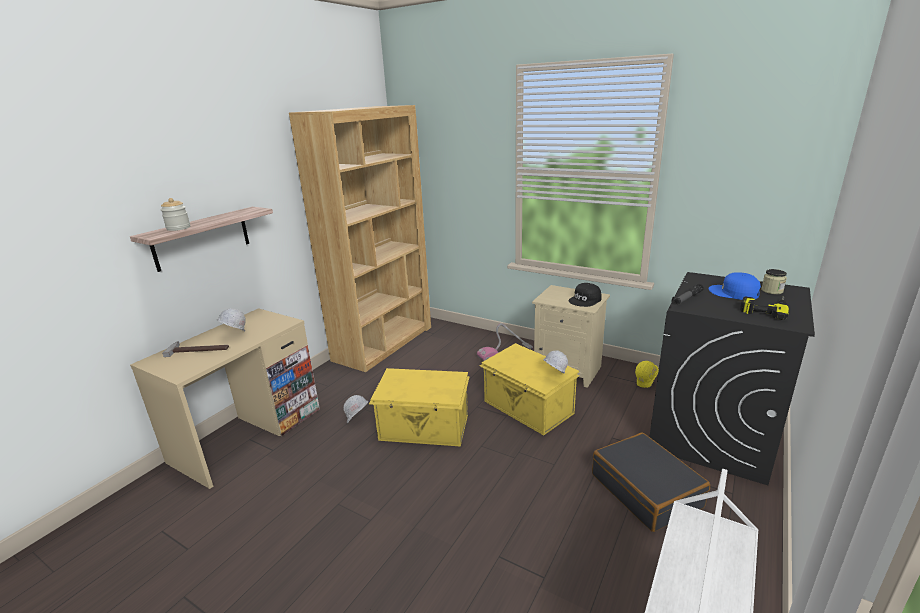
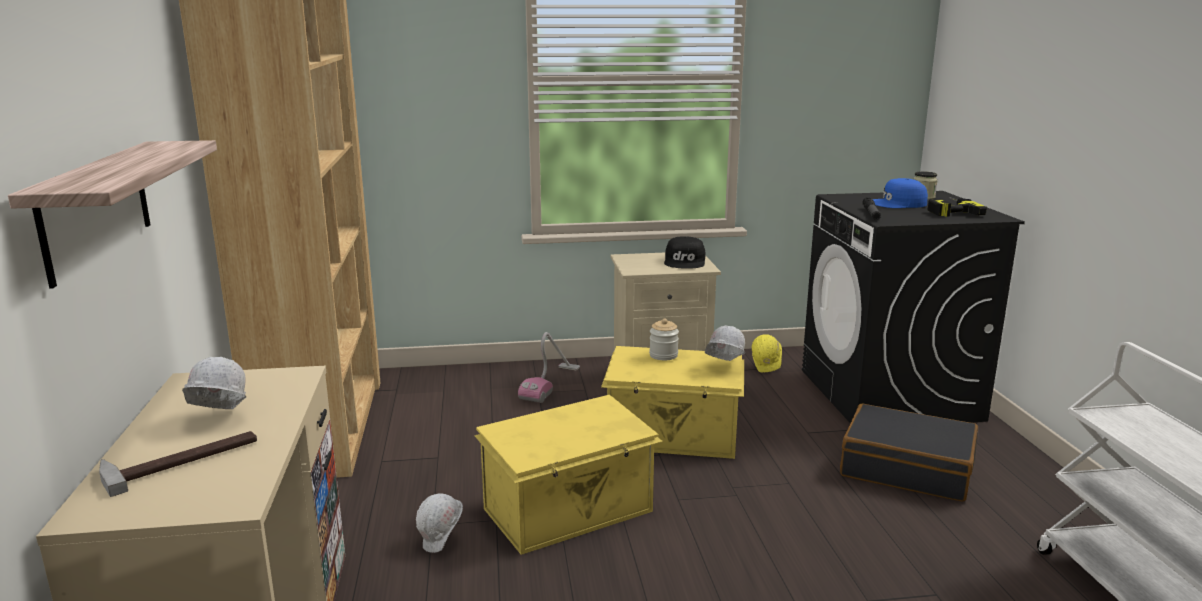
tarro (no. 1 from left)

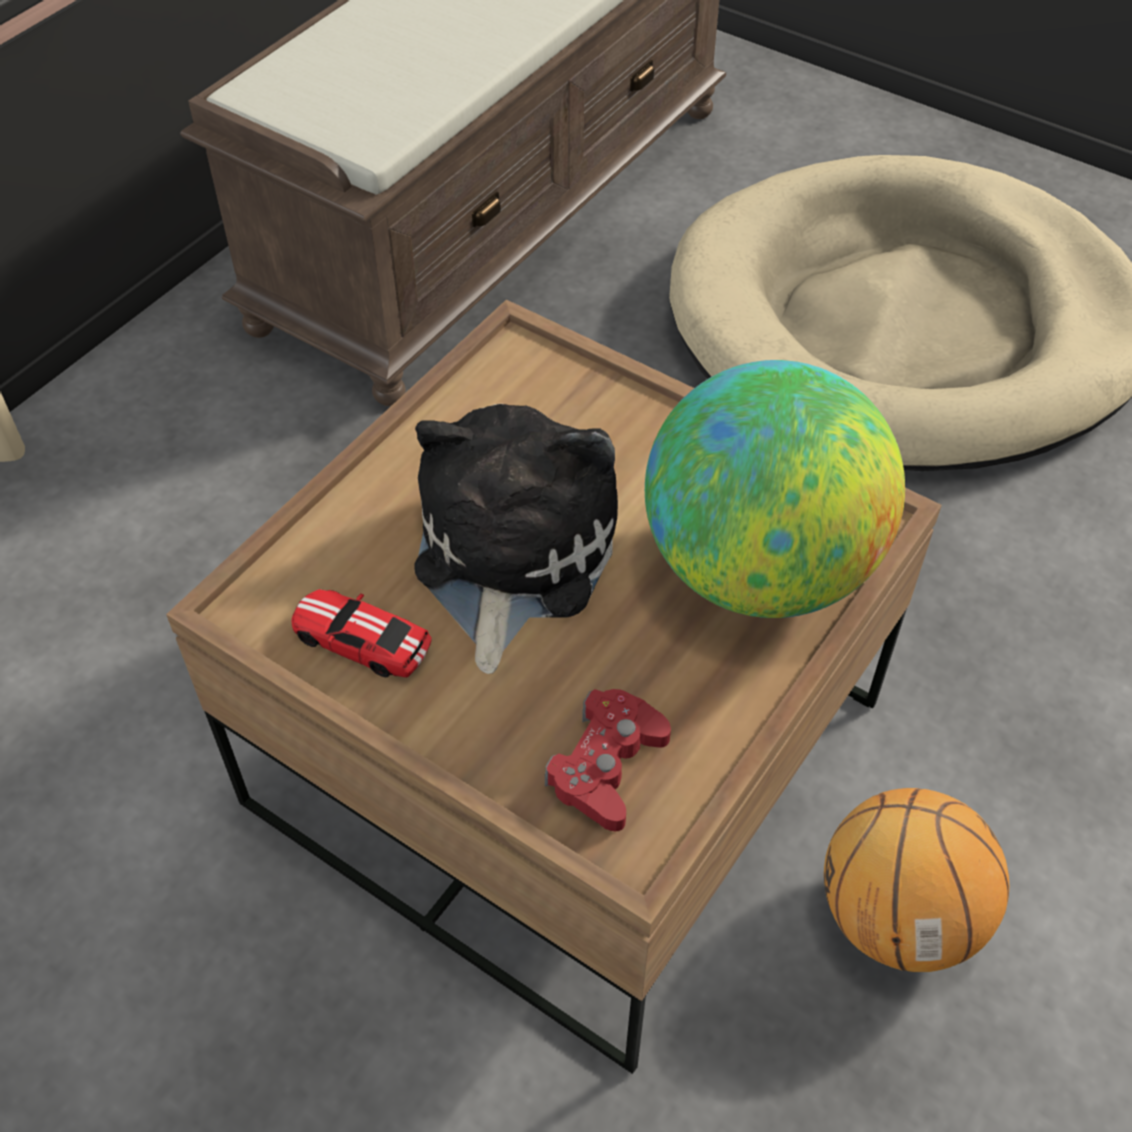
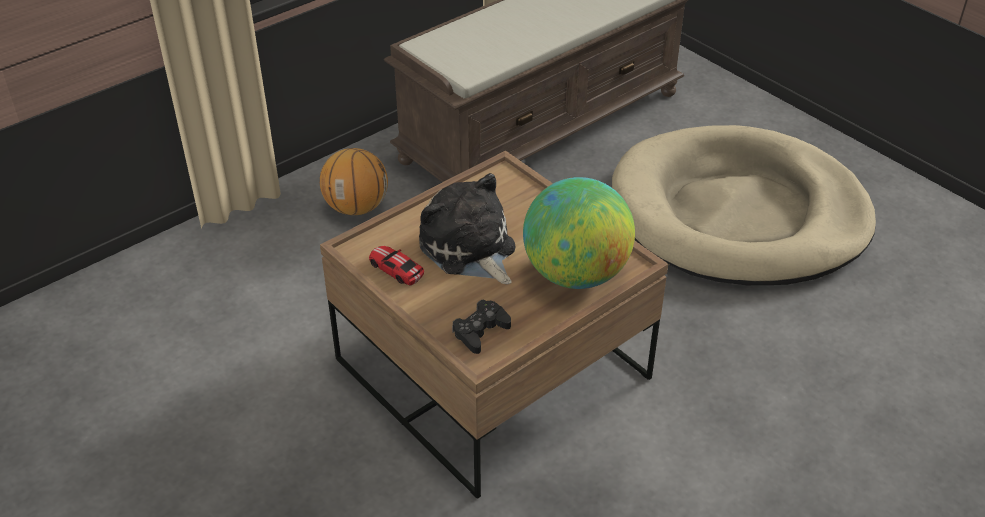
balón de baloncesto
peluche
mando de consola (negro)

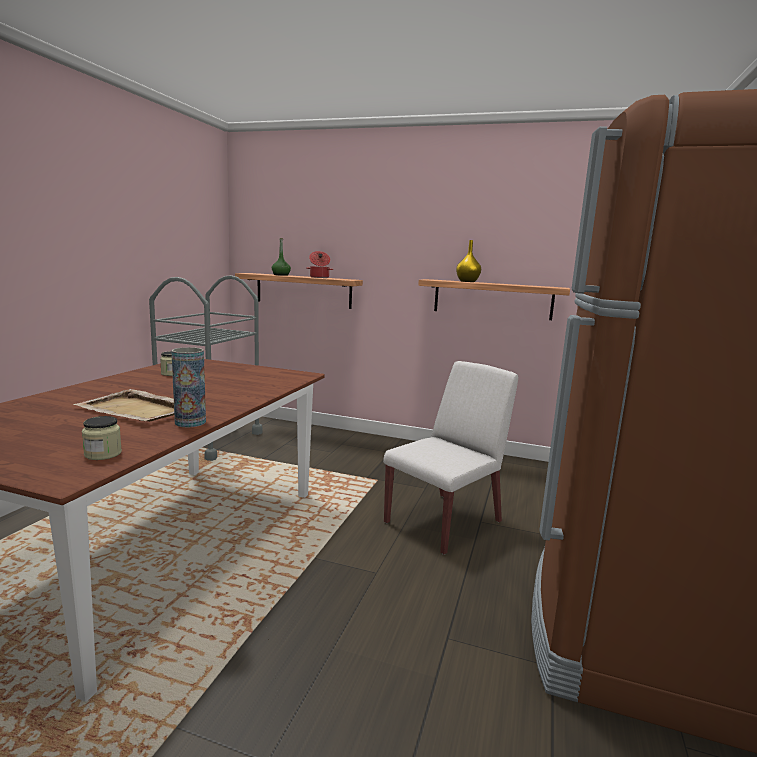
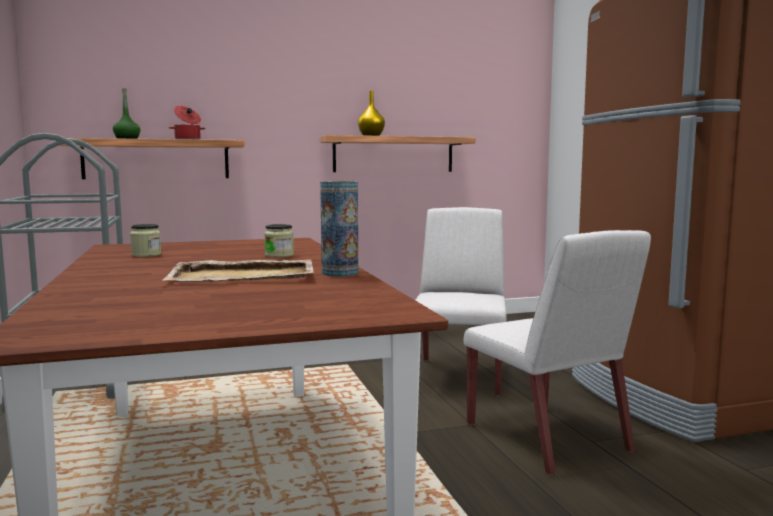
tarro (no. 2 from left)
silla (blanco) (no. 2 from left)

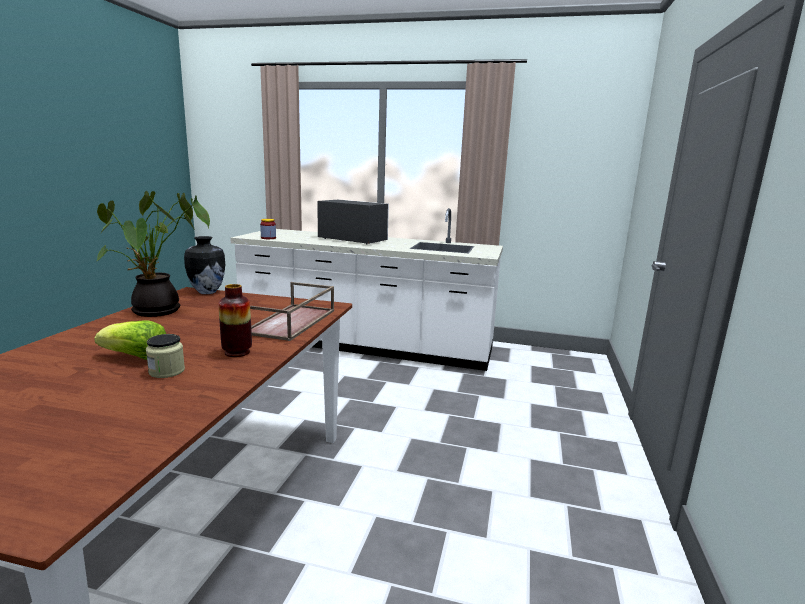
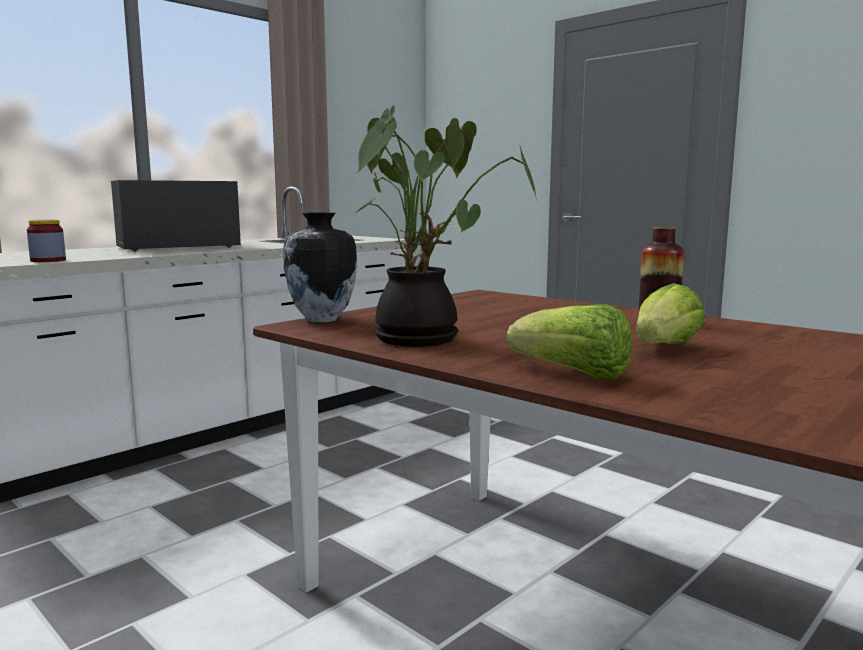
lechuga (no. 1 from left)
tarro (no. 1 from left in the first image)
bandeja (marrón)

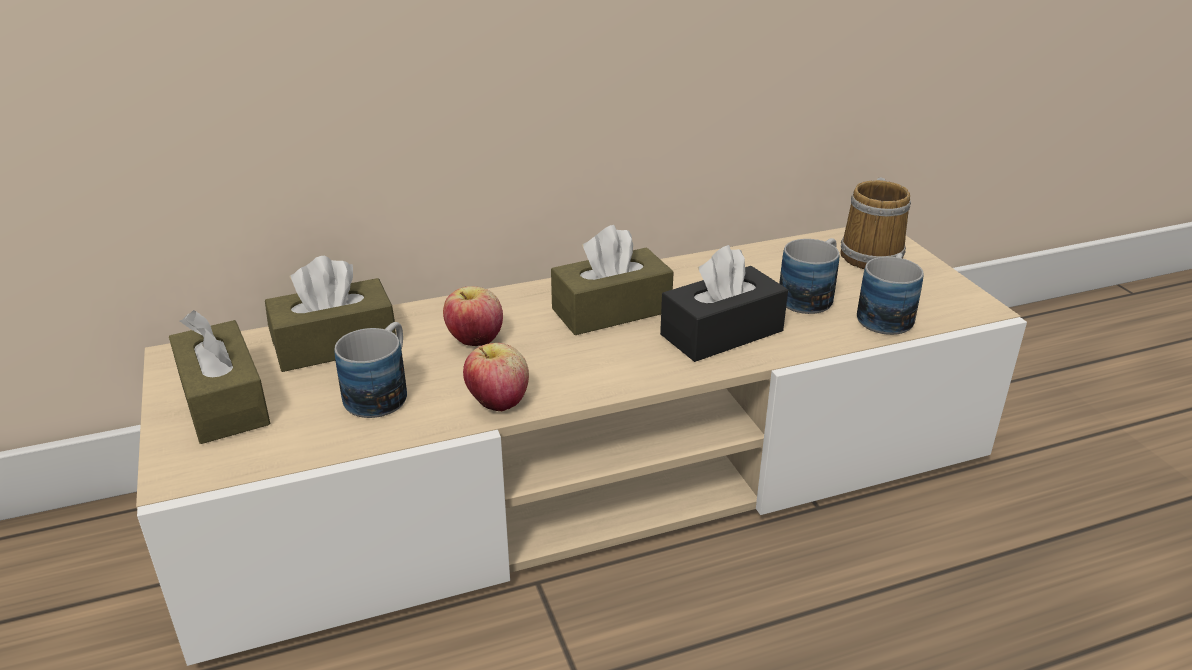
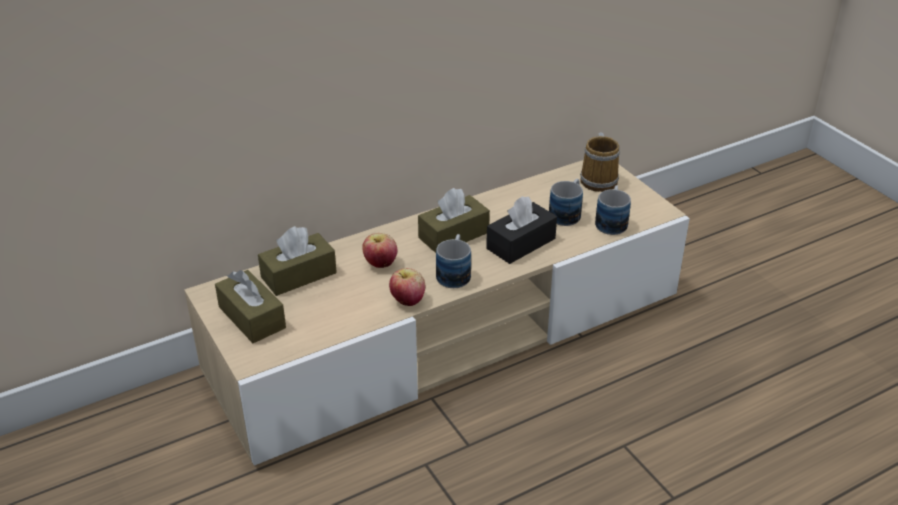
taza grande (no. 1 from left)

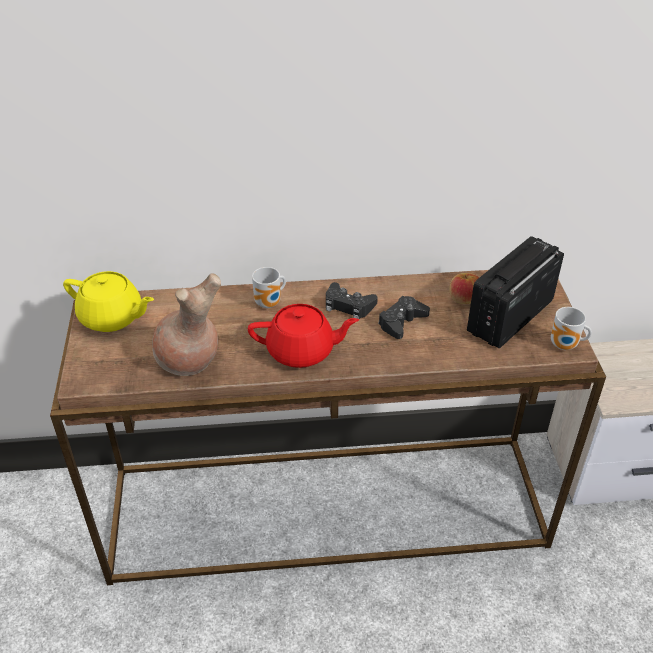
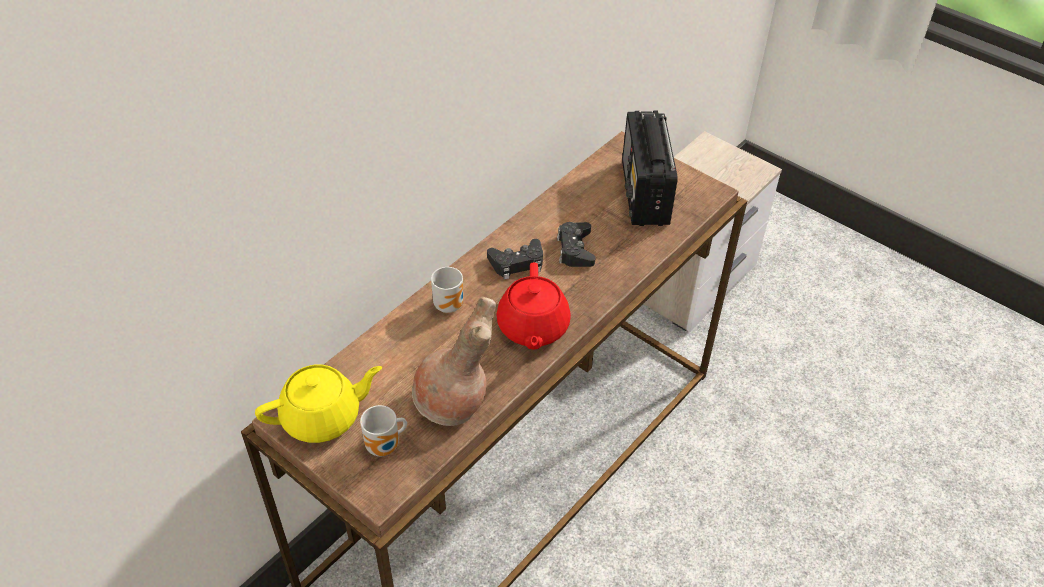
taza grande (no. 1 from left)
tetera (rojo)
manzana

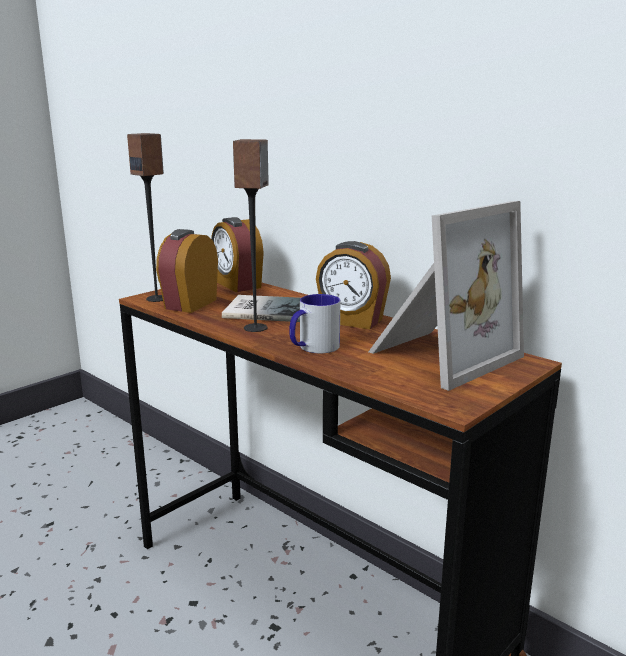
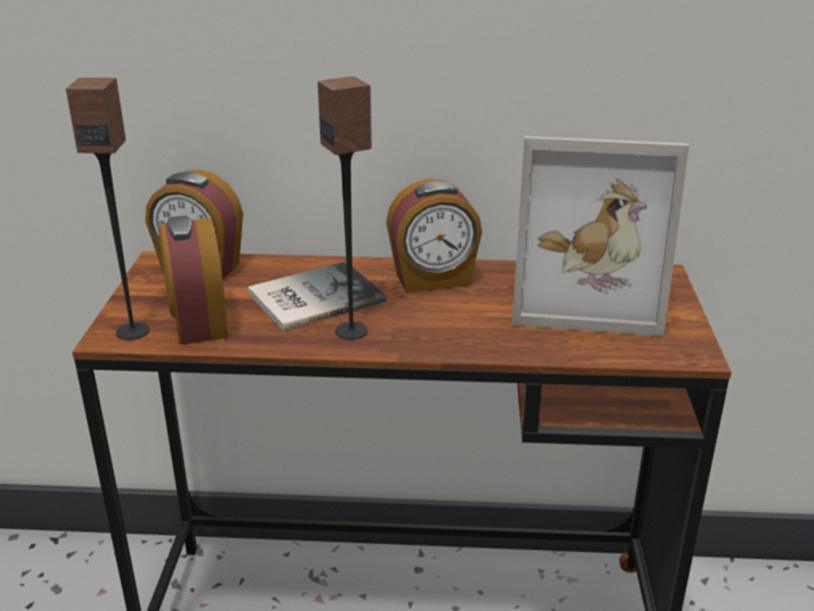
portarretratos
taza grande

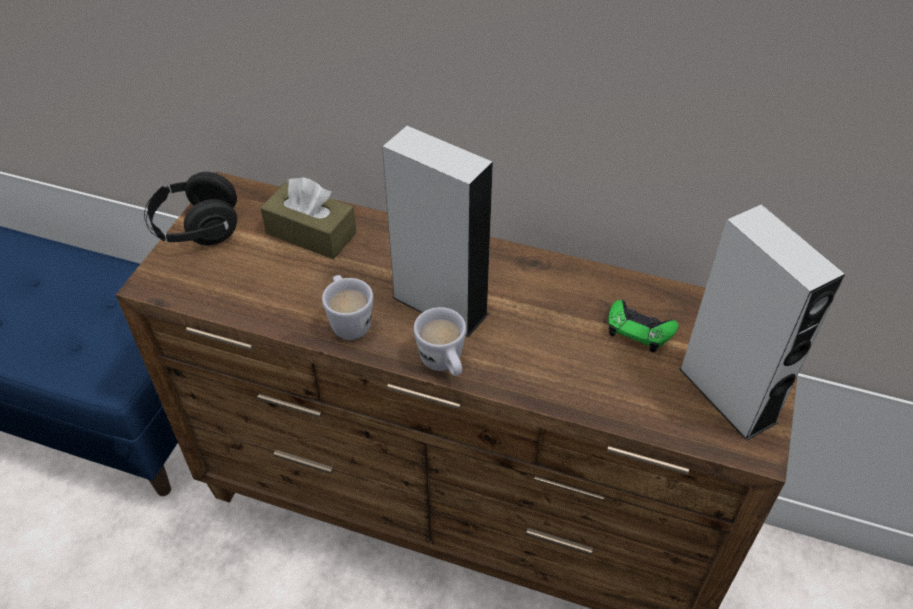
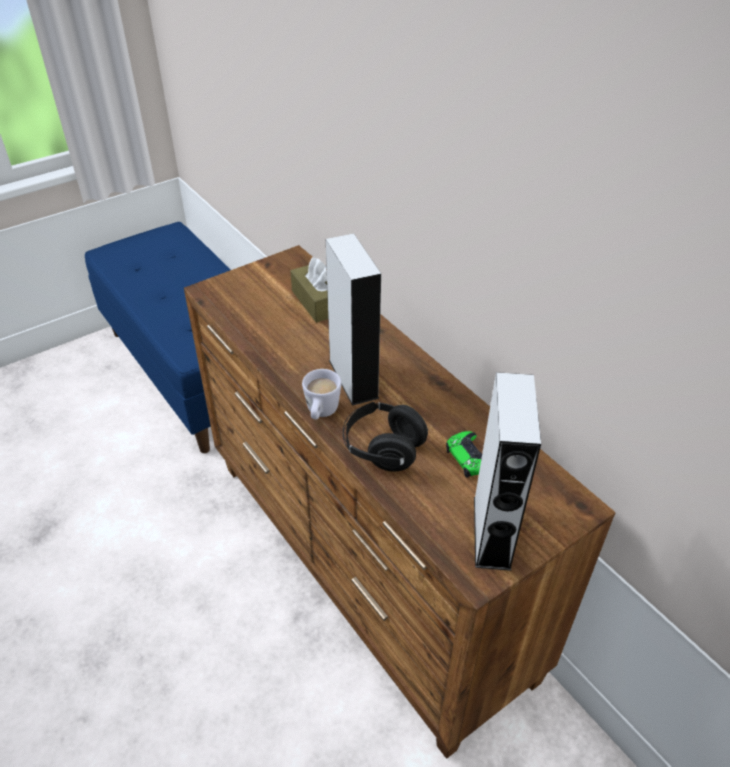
auriculares (negro)
taza grande (blanco) (no. 1 from left in the first image)

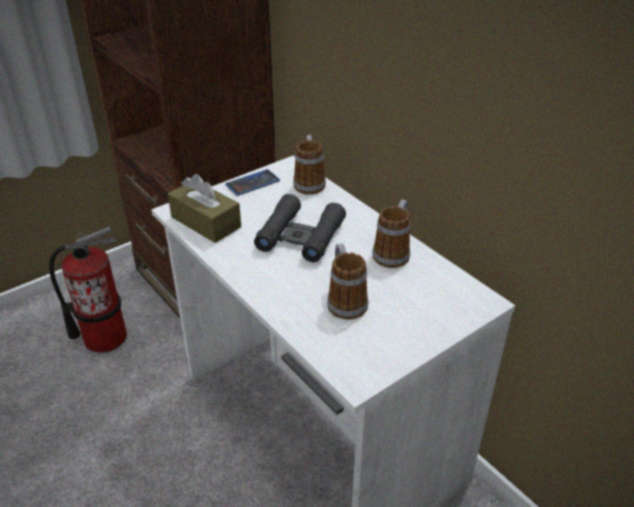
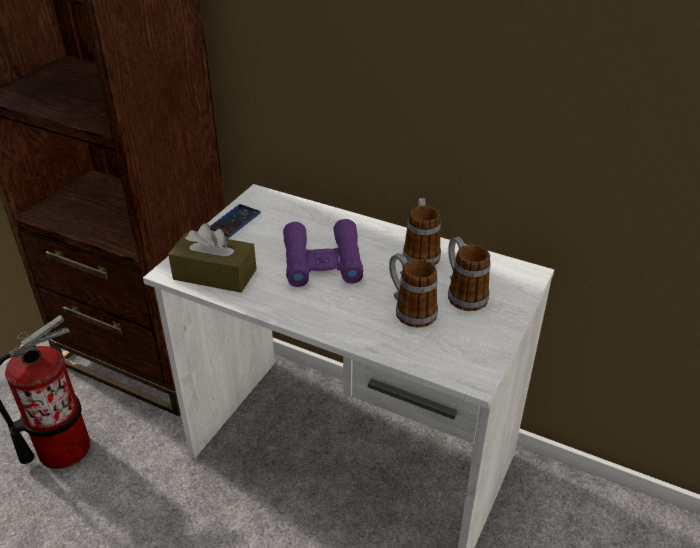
prismáticos (morado)
taza grande (no. 3 from left)

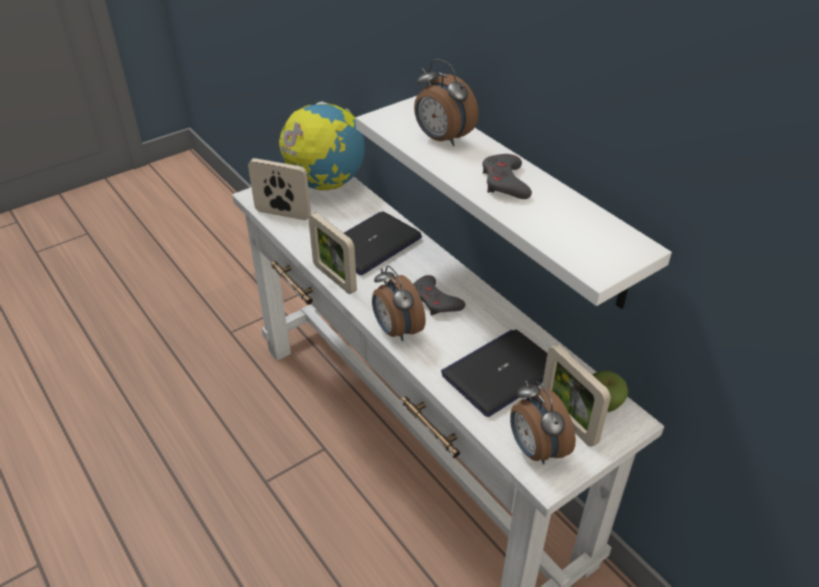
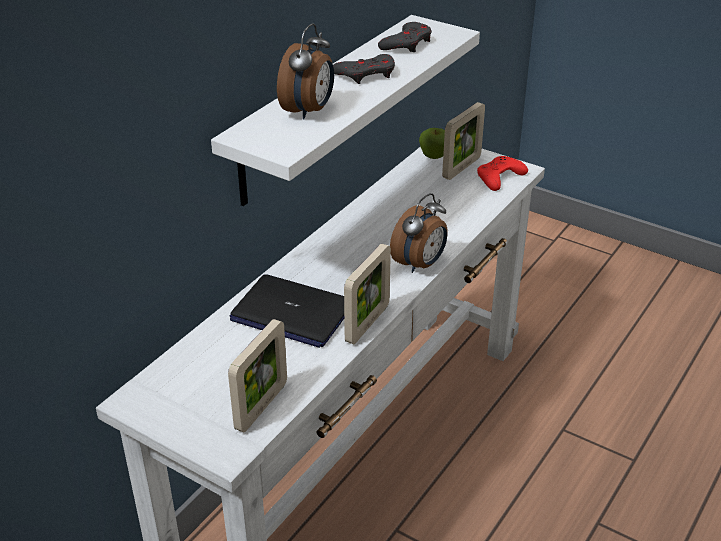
portarretratos (no. 1 from left)
mando de consola (gris) (no. 2 from left)
mando de consola (rojo)
globo terráqueo
portátil (no. 2 from left in the first image)

